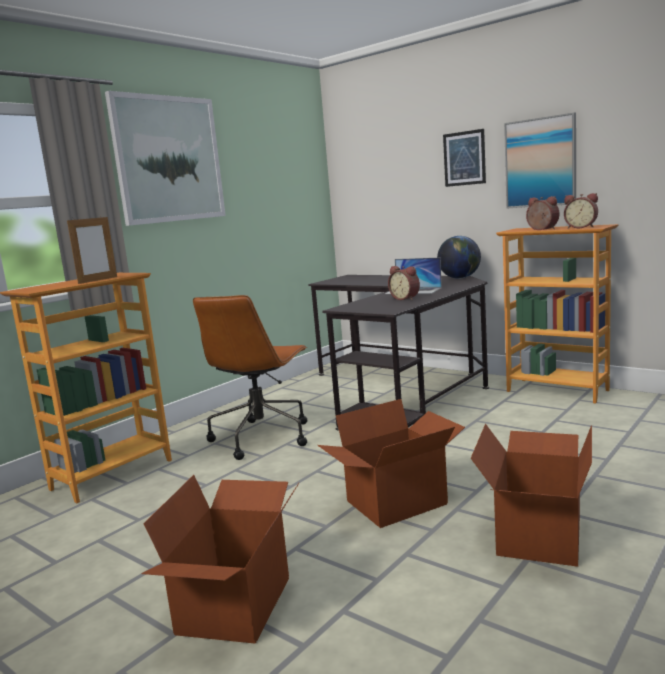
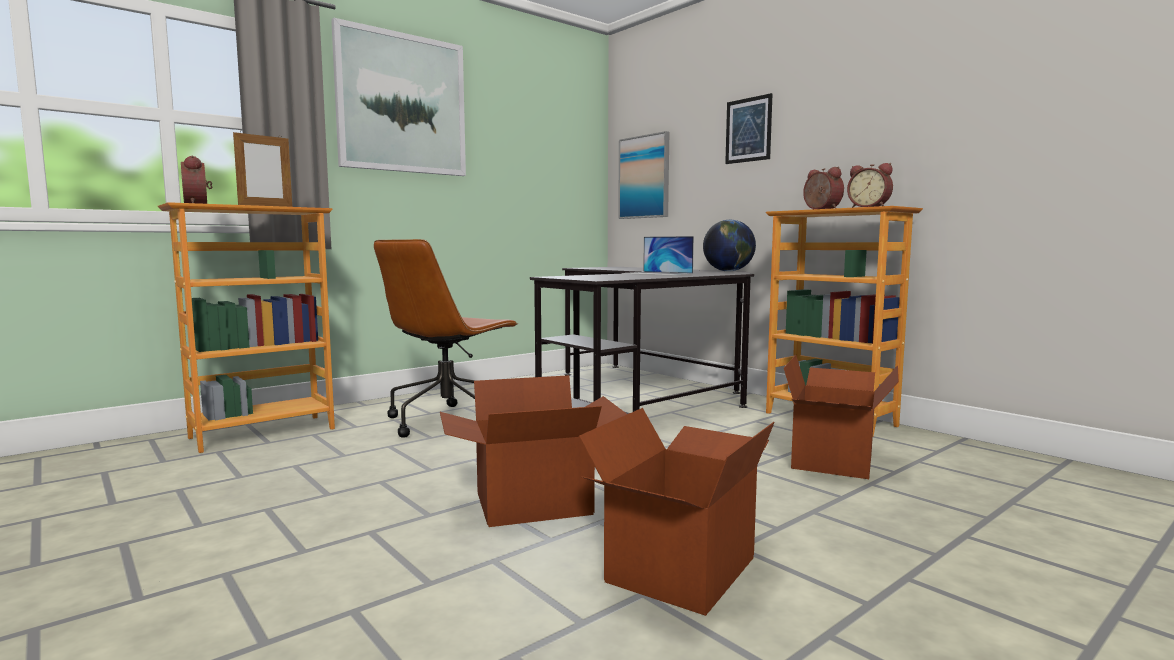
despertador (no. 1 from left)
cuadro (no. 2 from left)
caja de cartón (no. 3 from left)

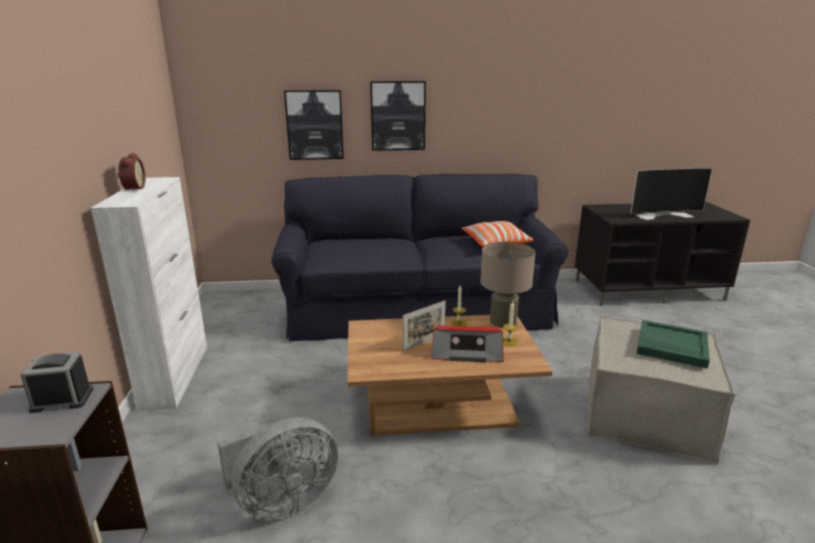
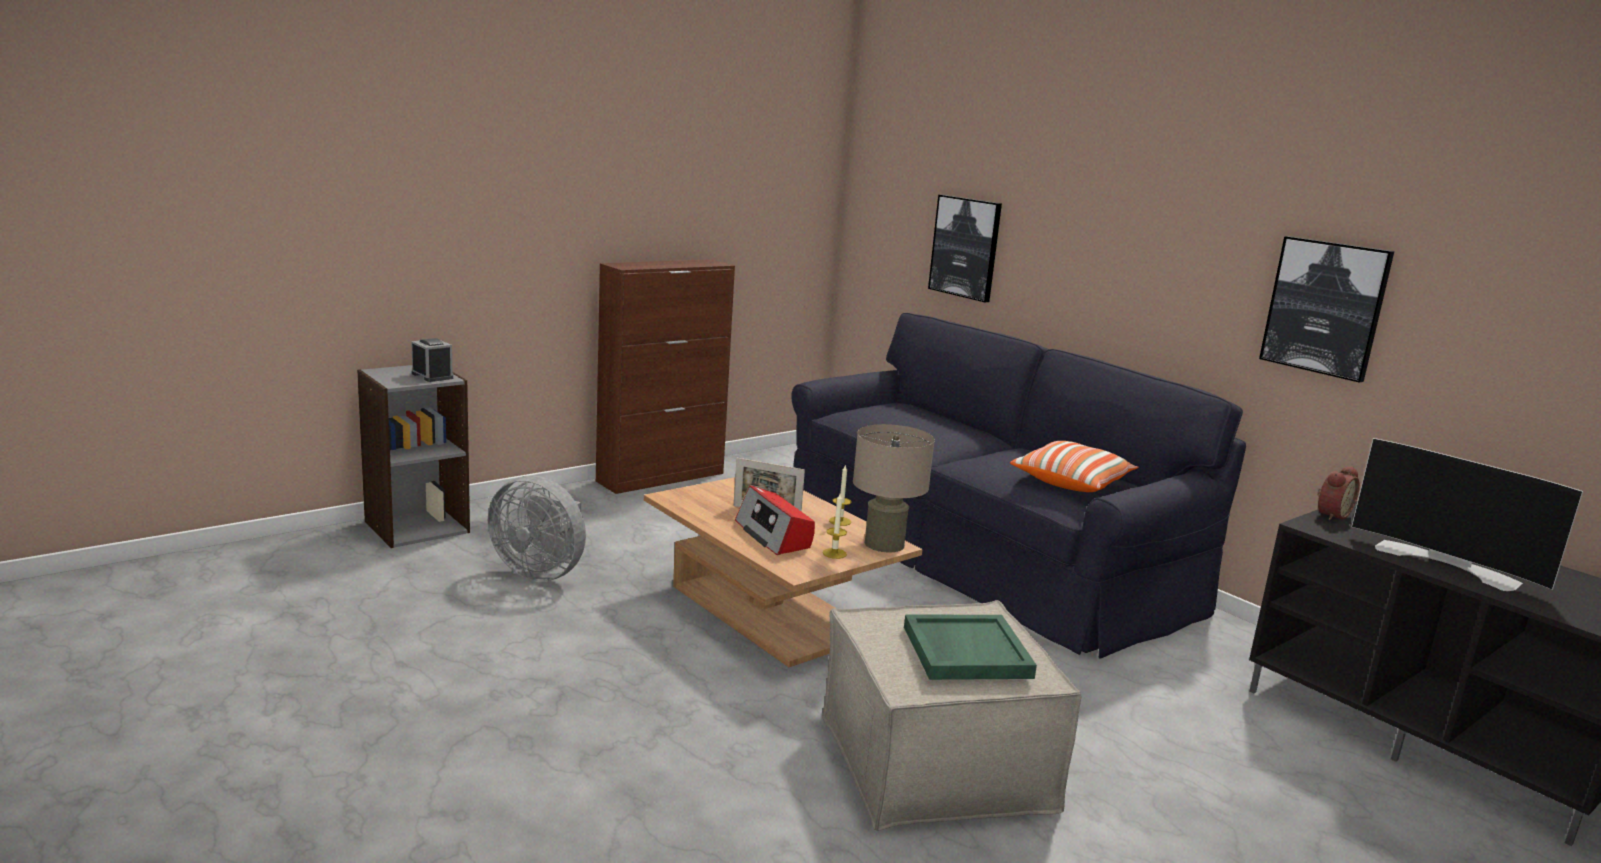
armario (marrón)
cuadro (no. 2 from left)
despertador (no. 2 from left)

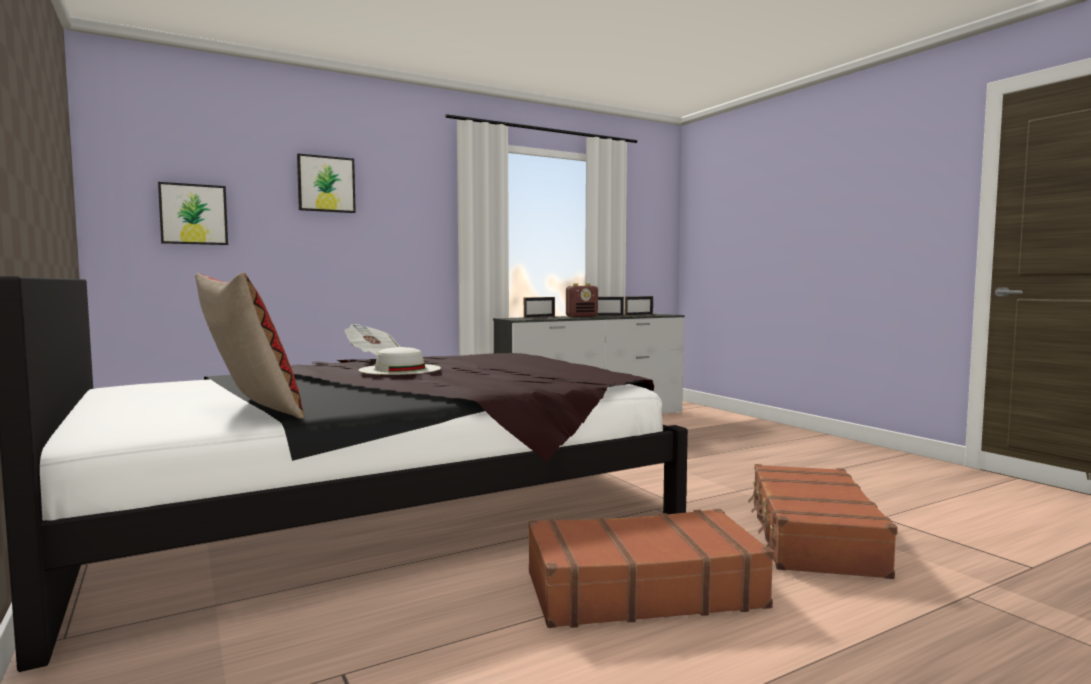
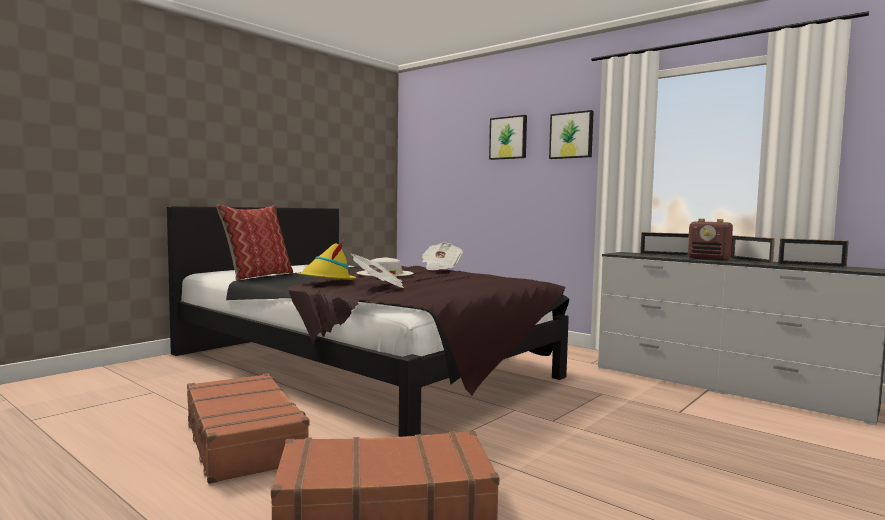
sombrero (amarillo)
periódico (no. 1 from left)
cuadro (no. 2 from left)

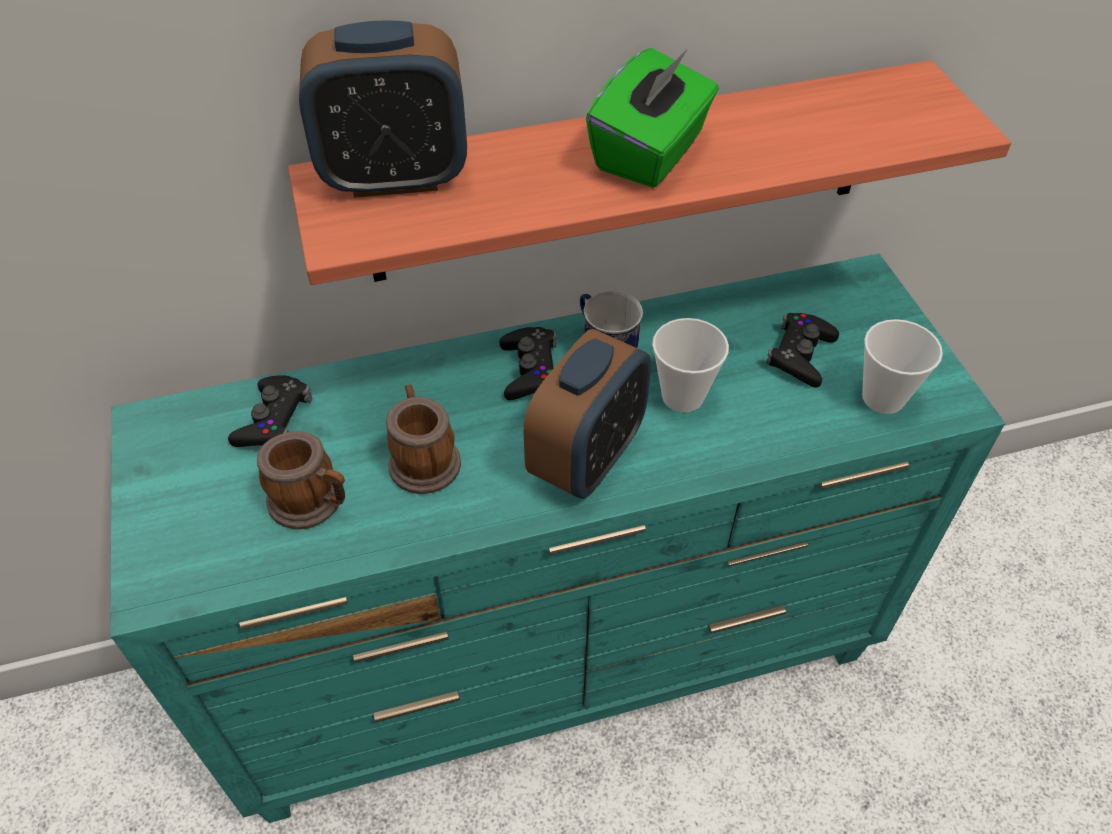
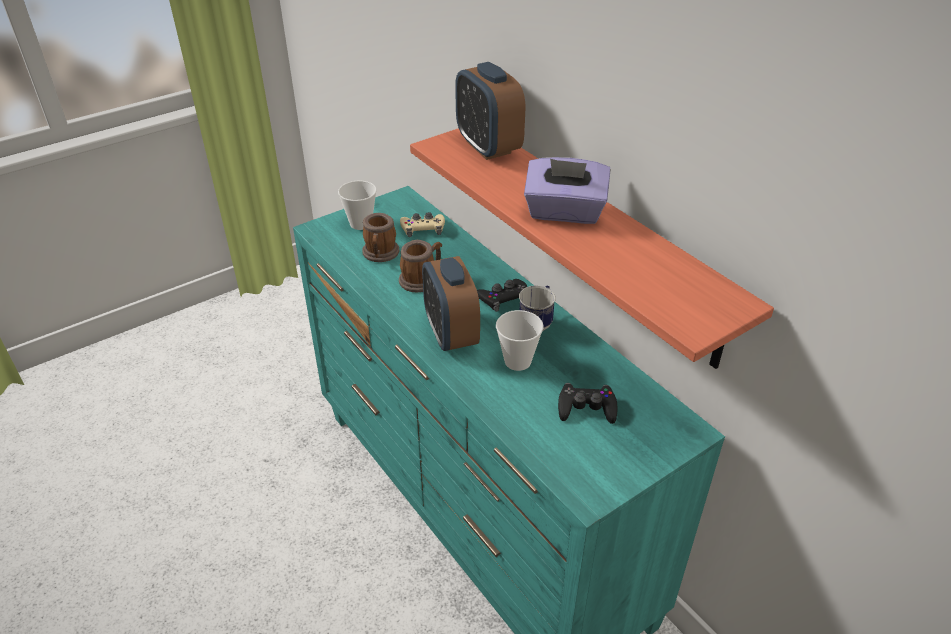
taza (no. 1 from left)
mando de consola (beis)
despertador (no. 1 from left)
caja de pañuelos (morado)

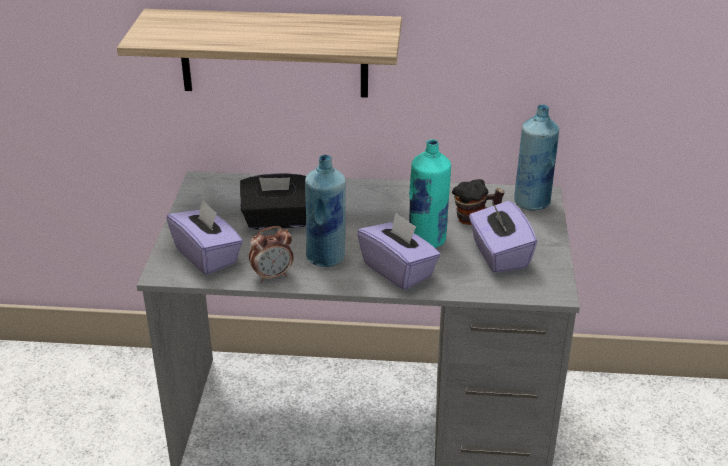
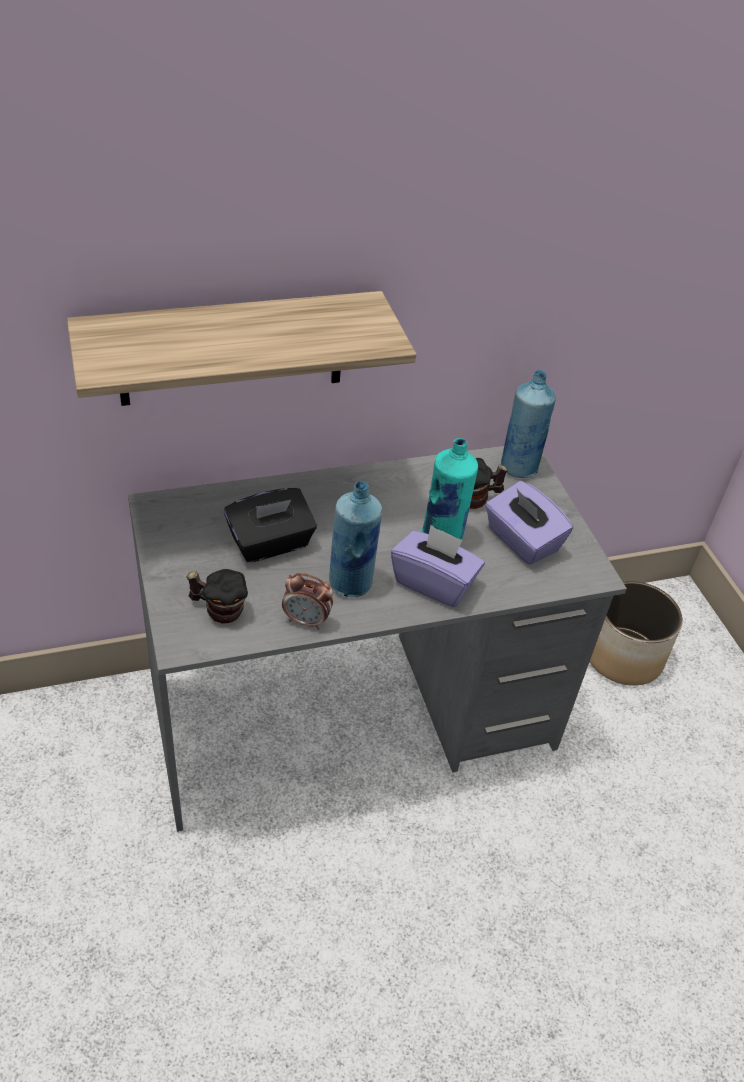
taza grande (no. 1 from left)
despertador
maceta

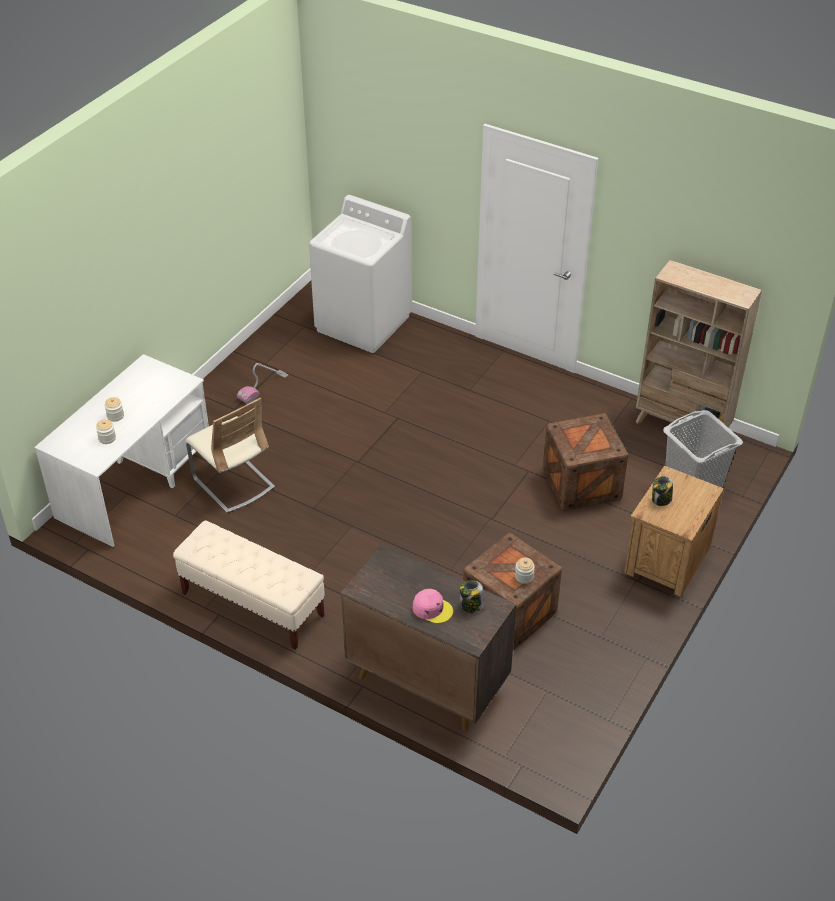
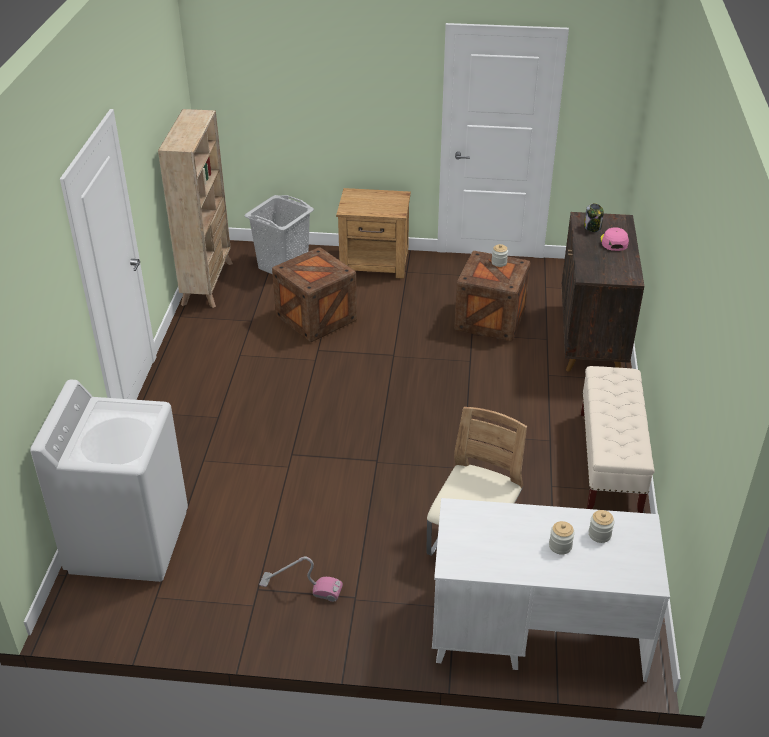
tarro (no. 5 from left in the first image)

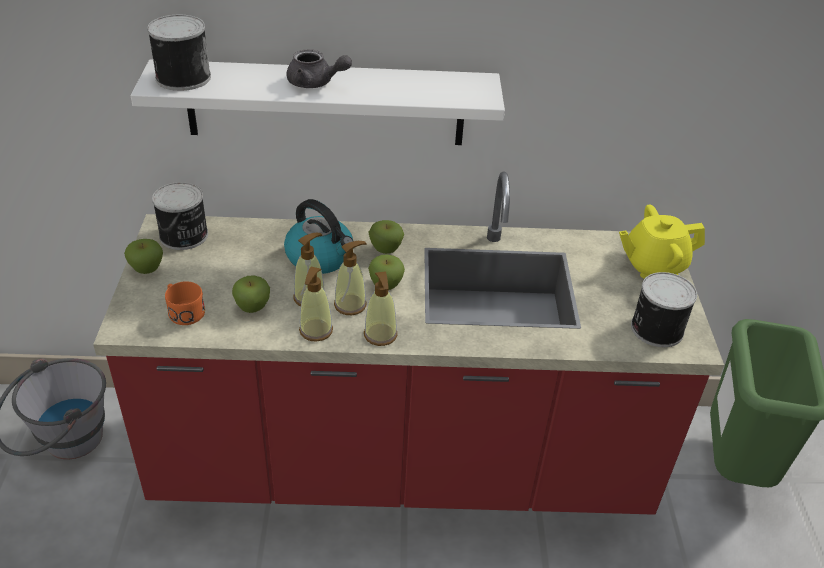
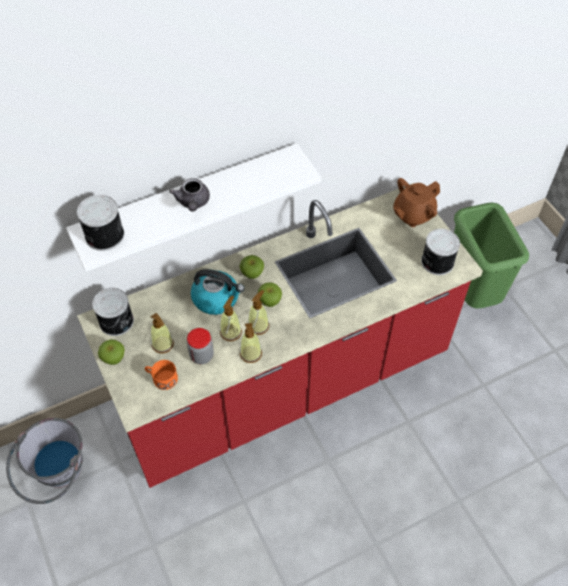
dispensador de jabón (no. 1 from left)
tetera (gris)
tarro
tetera (marrón)

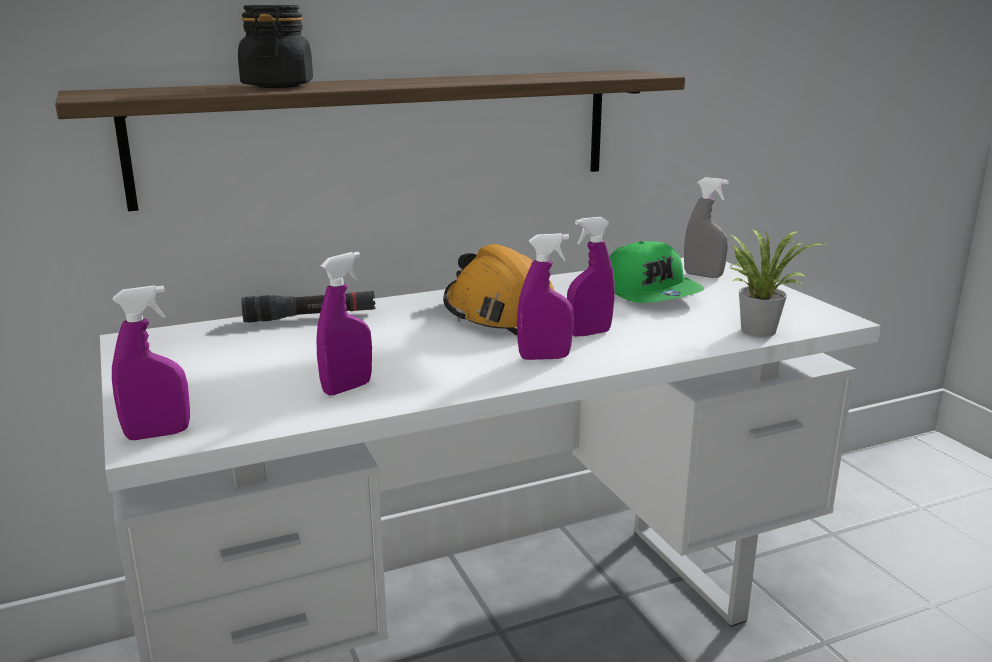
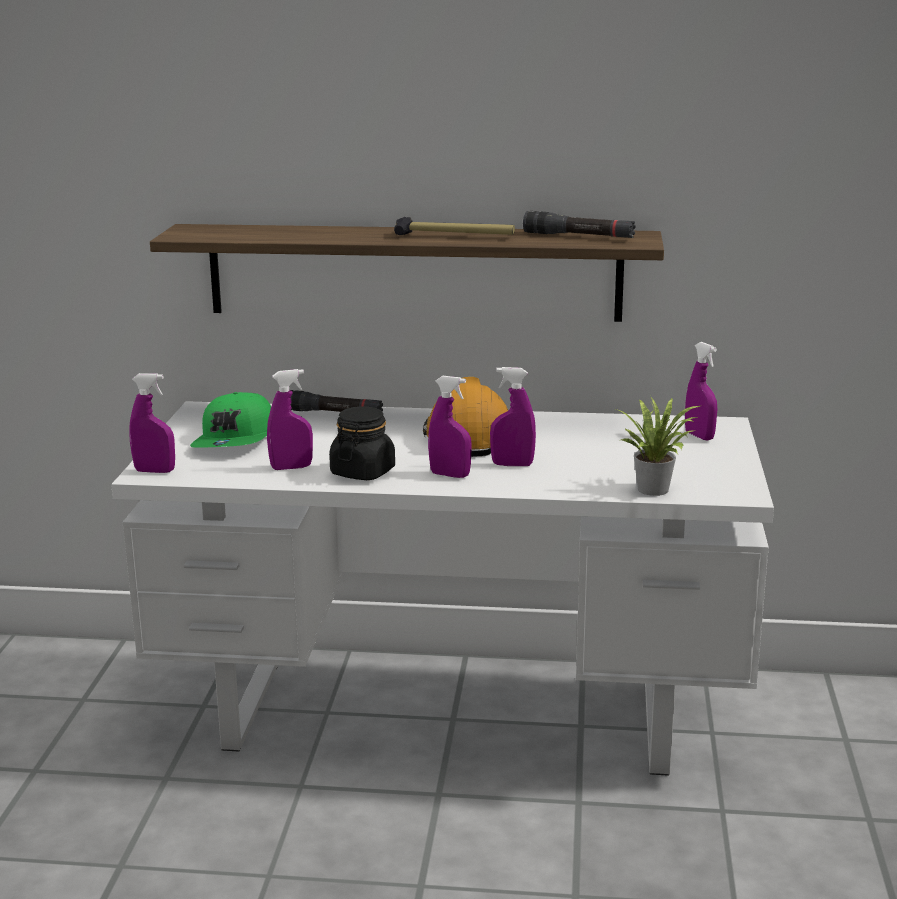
gorra (verde)
tarro (negro)
martillo
linterna (negro) (no. 2 from left)
pulverizador (morado) (no. 5 from left)

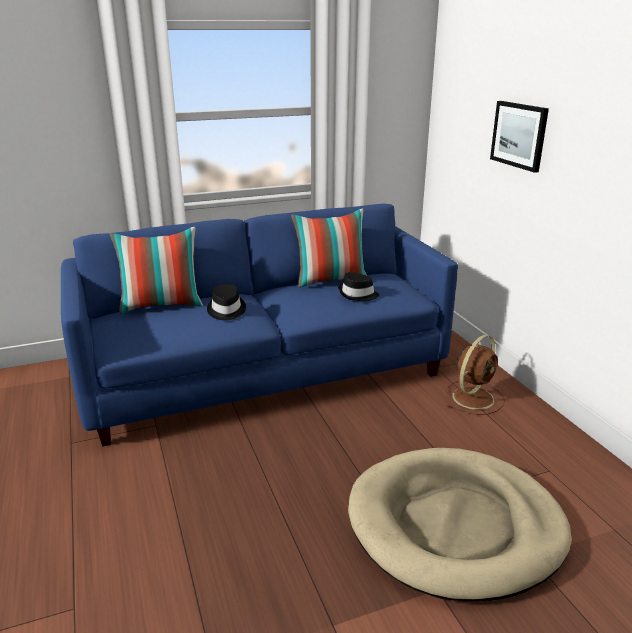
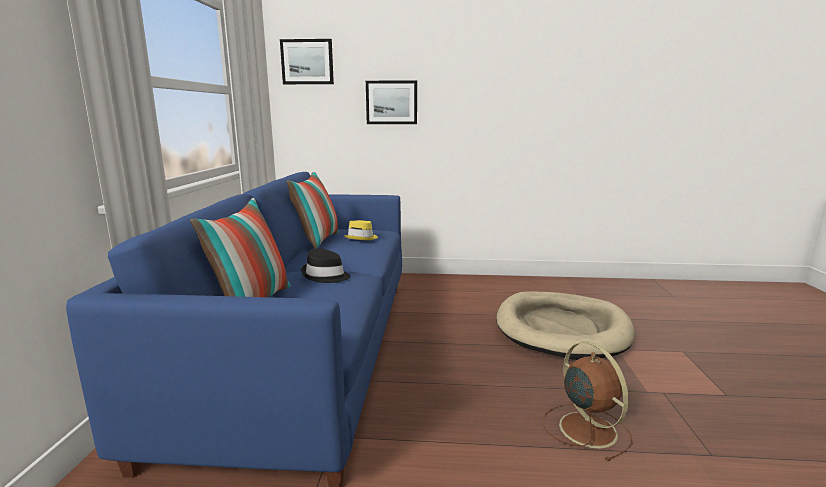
cuadro (no. 1 from left)
sombrero (amarillo)
ventilador (marrón)

